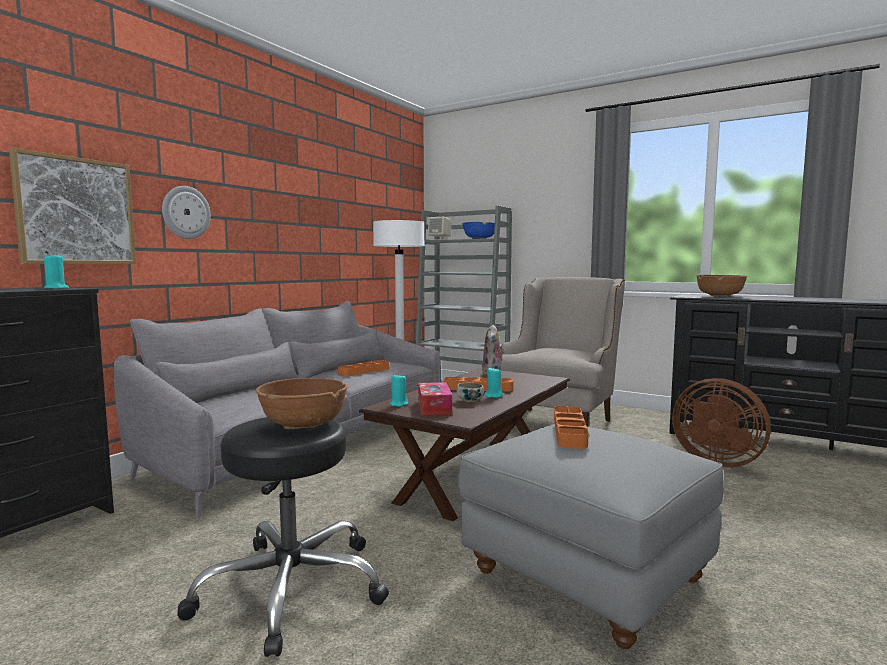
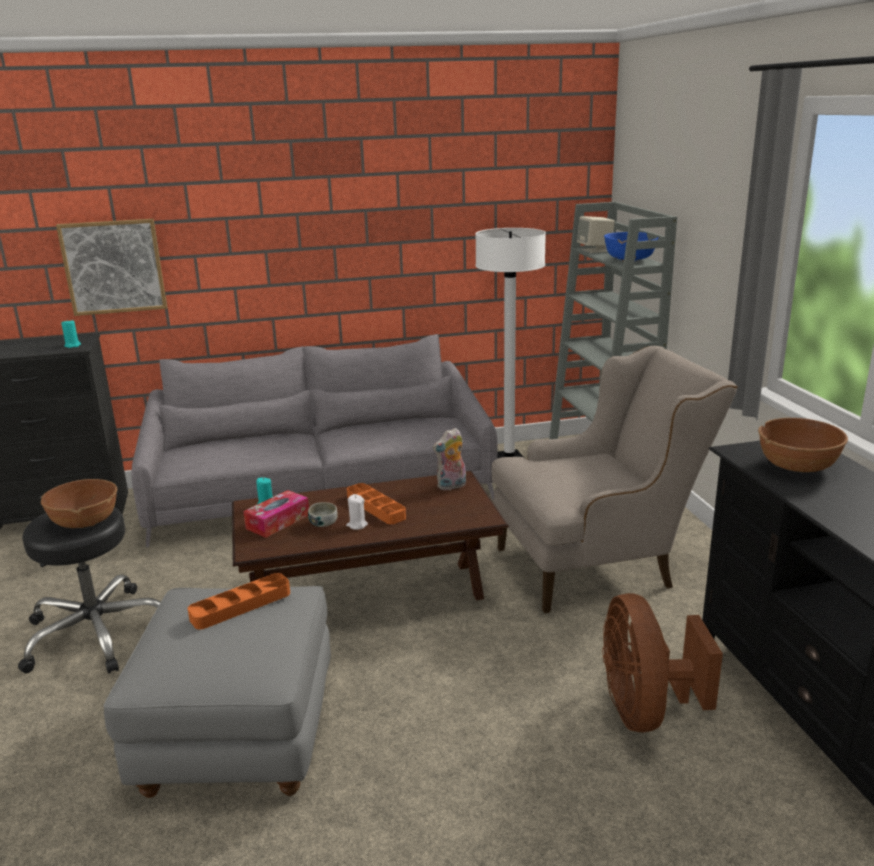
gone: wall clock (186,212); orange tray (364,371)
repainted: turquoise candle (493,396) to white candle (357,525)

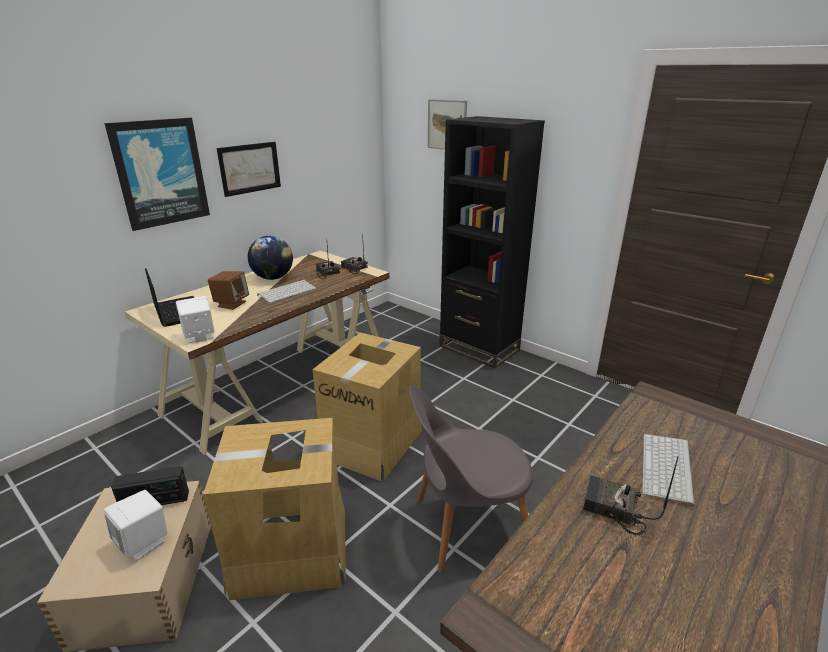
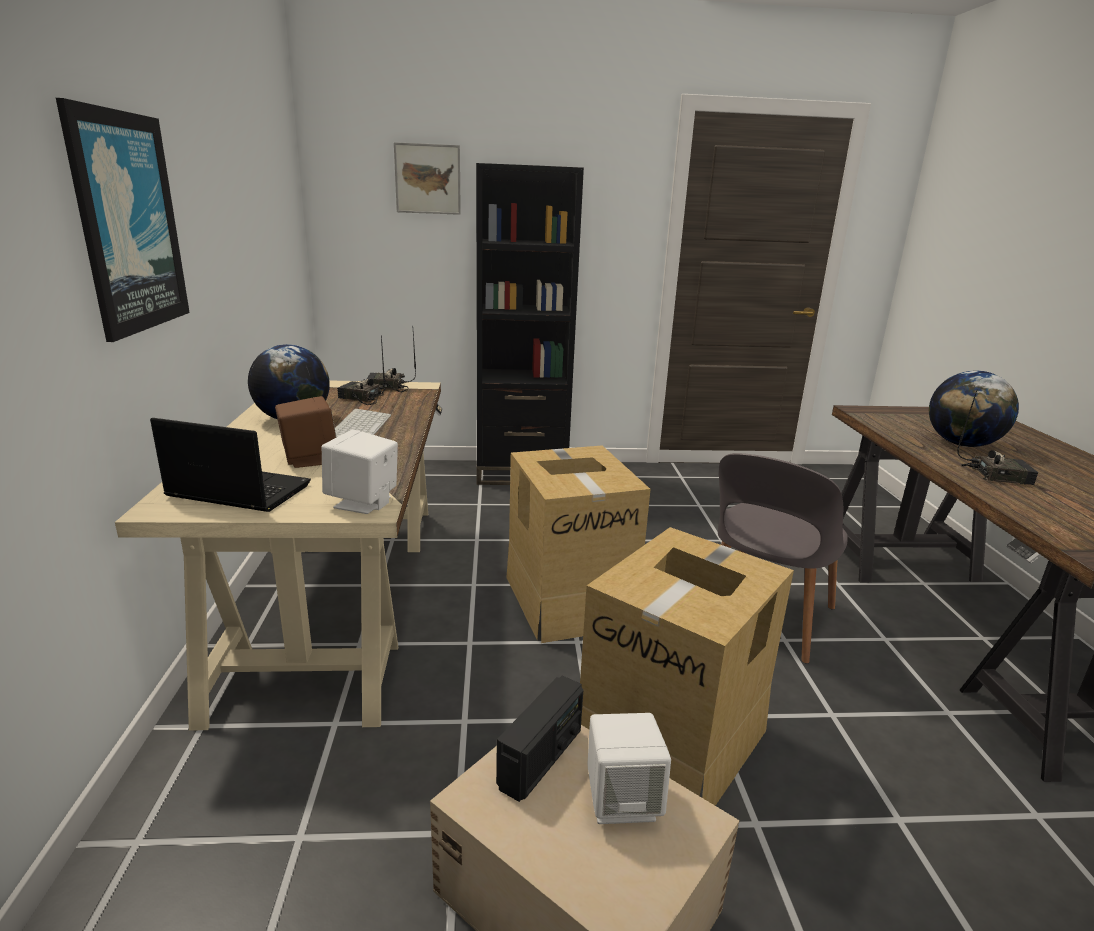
gone: picture (250,168)
swapped: keyboard (668,469) to globe (962,444)
rotated: radio (612,510) = (997,475) 150 degrees counterclockwise

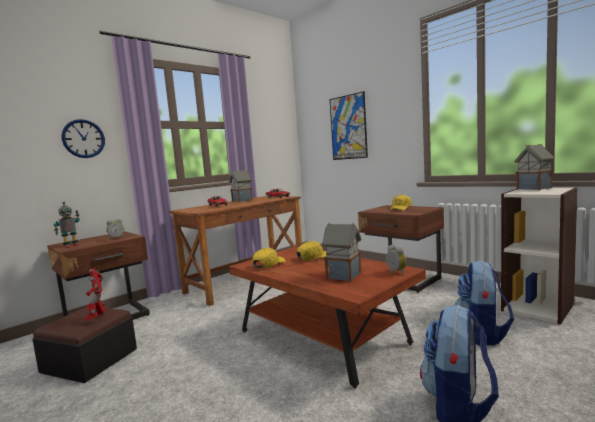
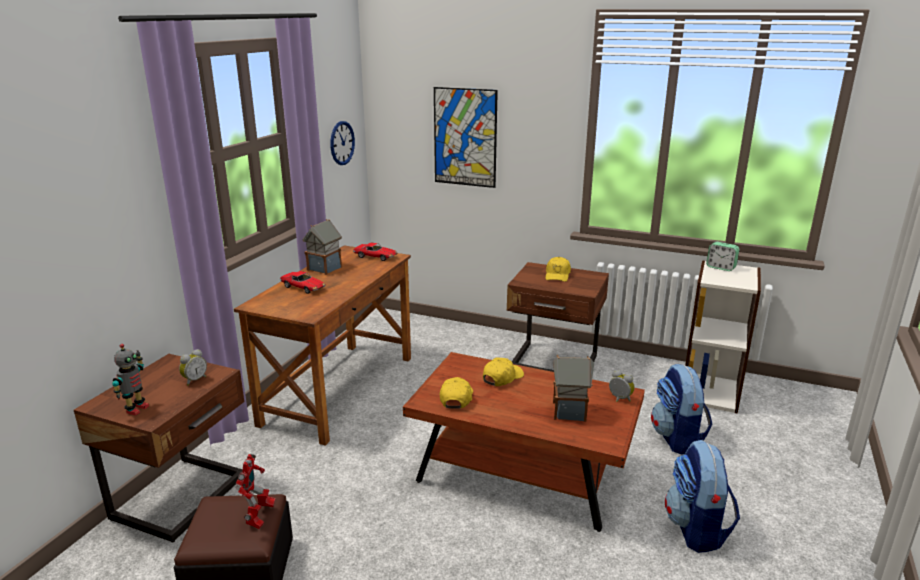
shifted: wall clock (83,138) to (342,143)
swapped: toy house (534,188) to alarm clock (720,267)
rotated: toy robot (97,318) = (259,517) 135 degrees counterclockwise

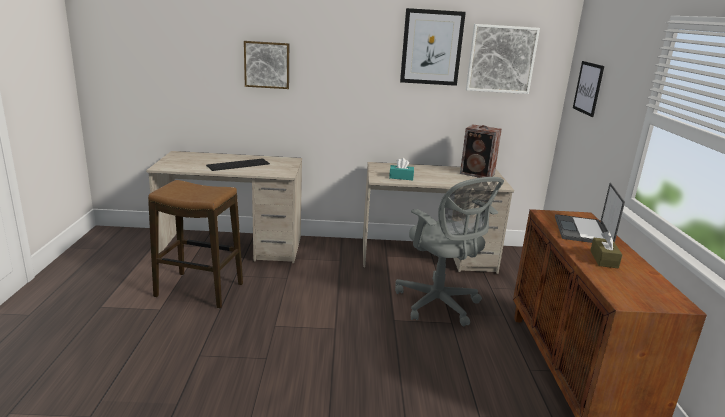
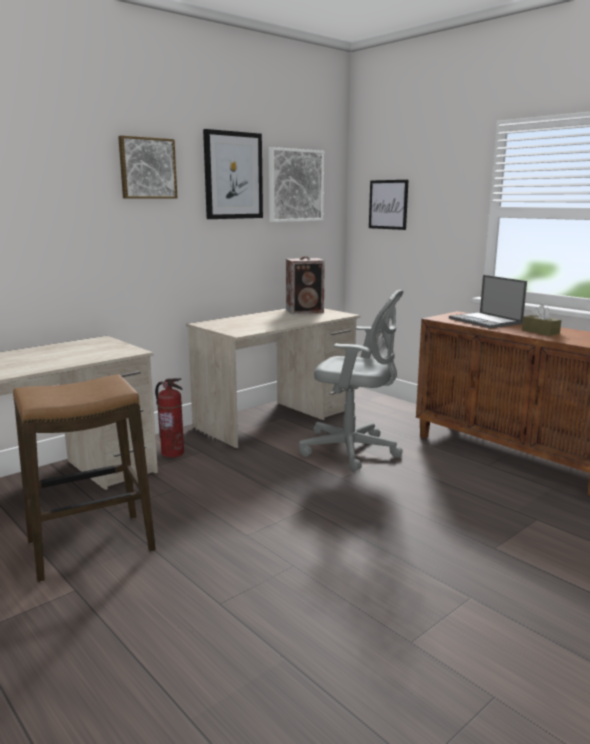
gone: keyboard (238,164); turquoise tissue box (401,177)
new: fire extinguisher (173,453)
shifted: picture (267,64) to (147,168)

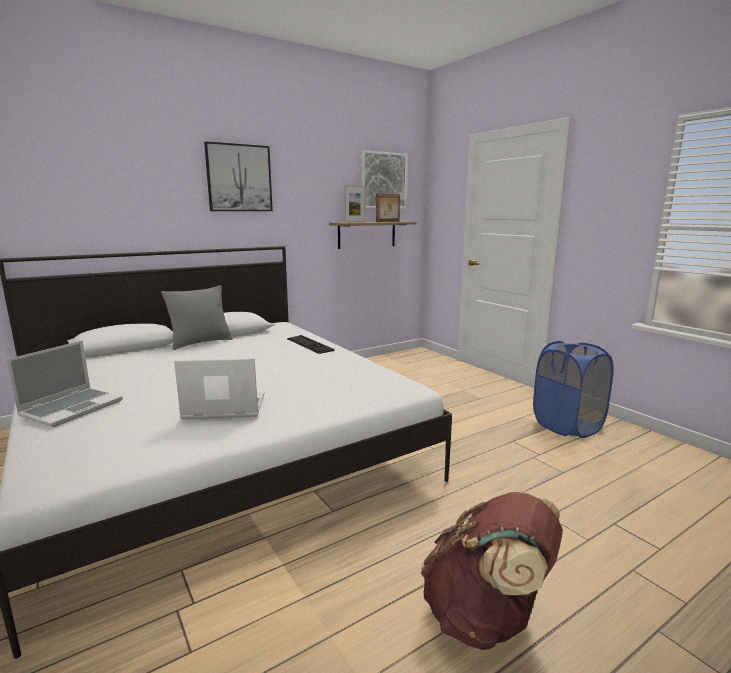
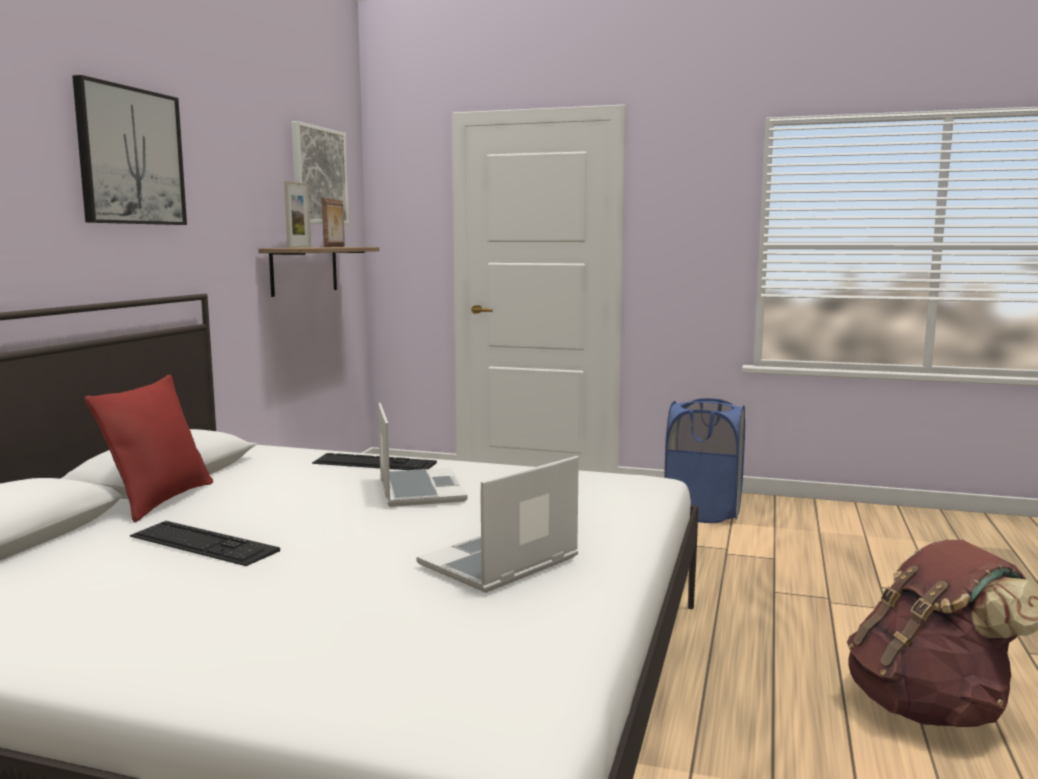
new: keyboard (203,543)
shifted: laptop (72,408) to (419,490)
repainted: grey pillow (201,343) to red pillow (160,500)

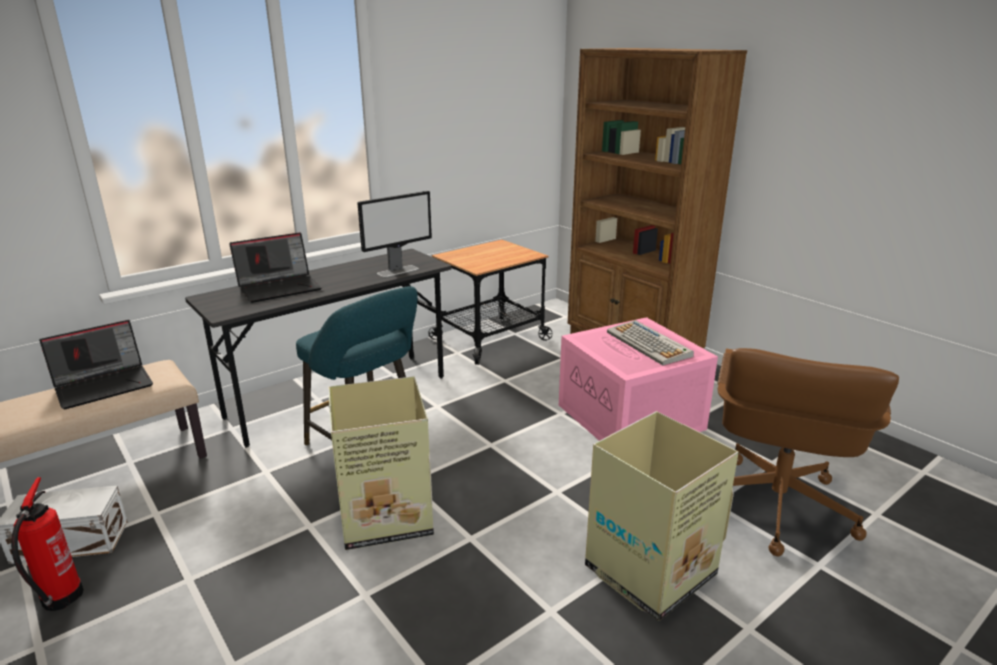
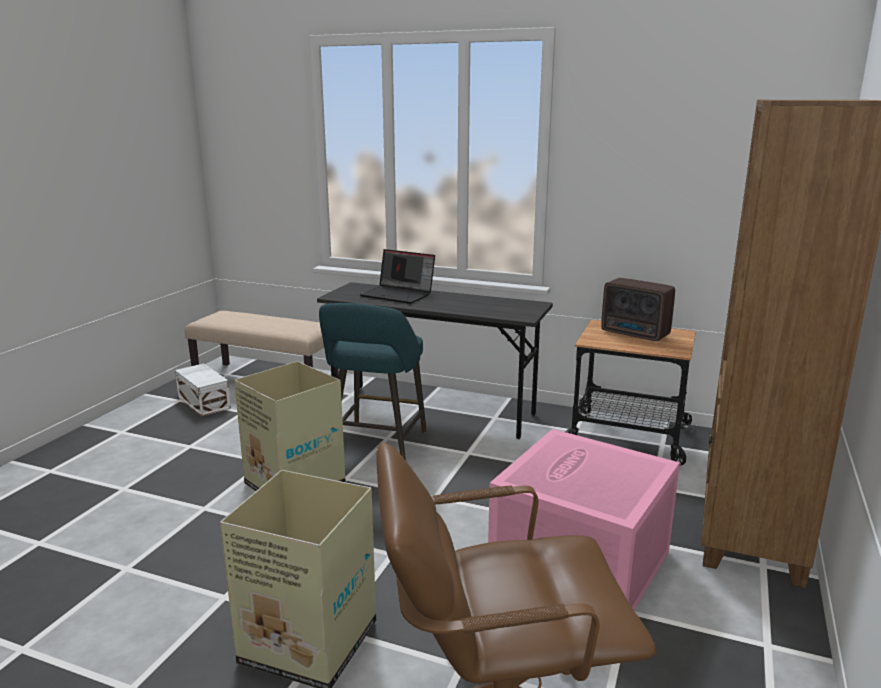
gone: fire extinguisher (60,600); laptop (105,385); monitor (398,271); keyboard (649,344)
new: radio (636,334)

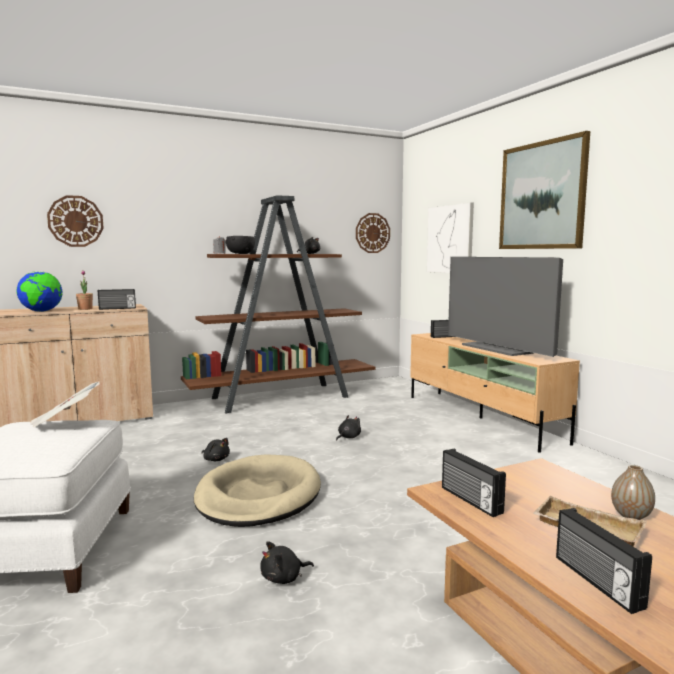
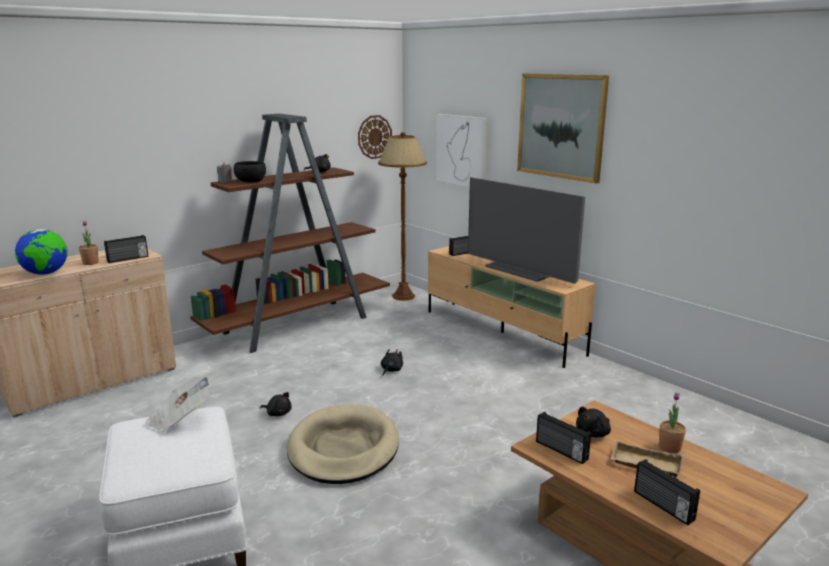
gone: wall clock (75,221)
new: brown floor lamp (403,296)
shifted: black plush toy (283,578) to (593,433)
swapped: vase (631,515) to potted plant (669,448)

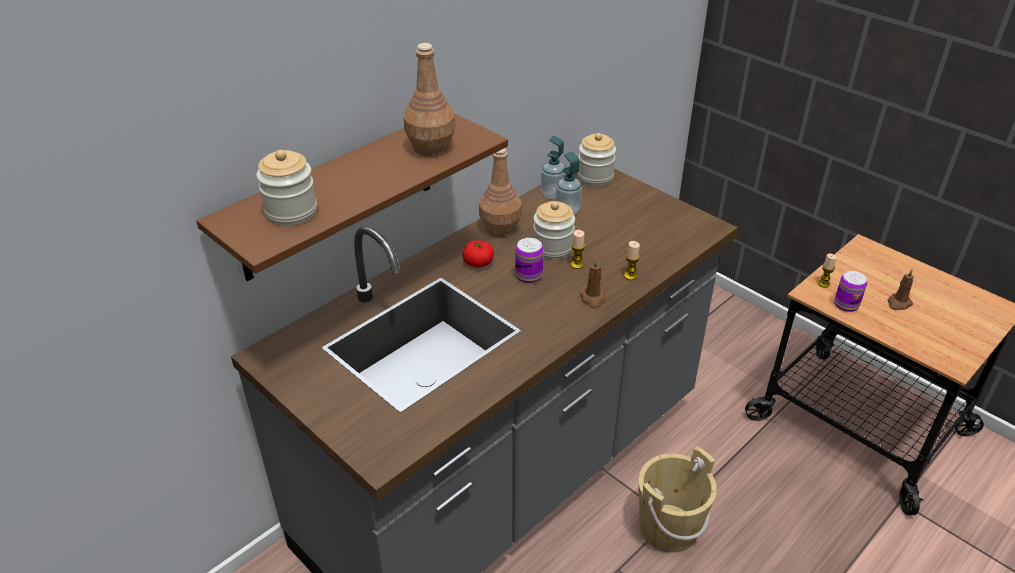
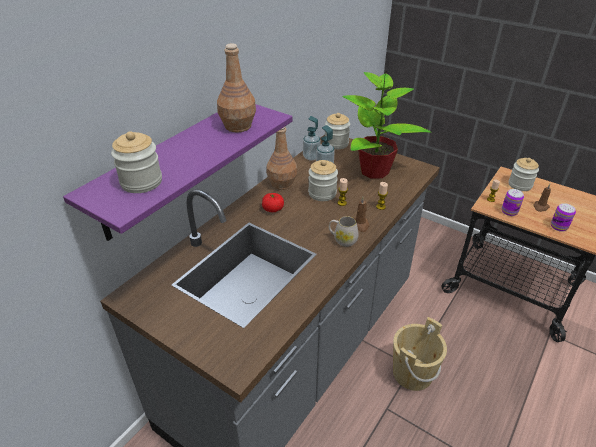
new: white mug (342,240); potted plant (374,171); jar (520,185)
shifted: can (528,276) to (558,226)
repainted: brown shelf (338,195) to purple shelf (170,168)

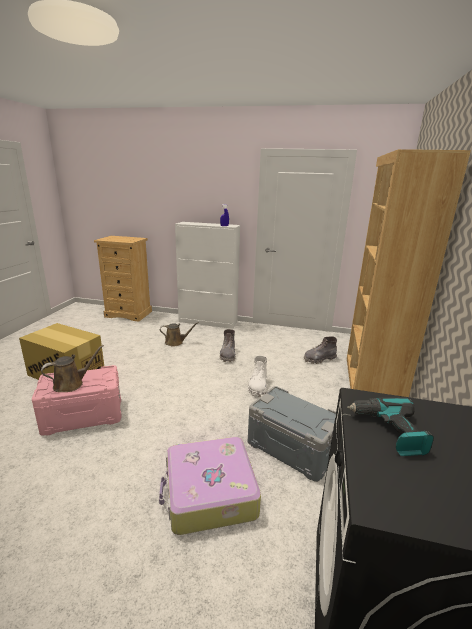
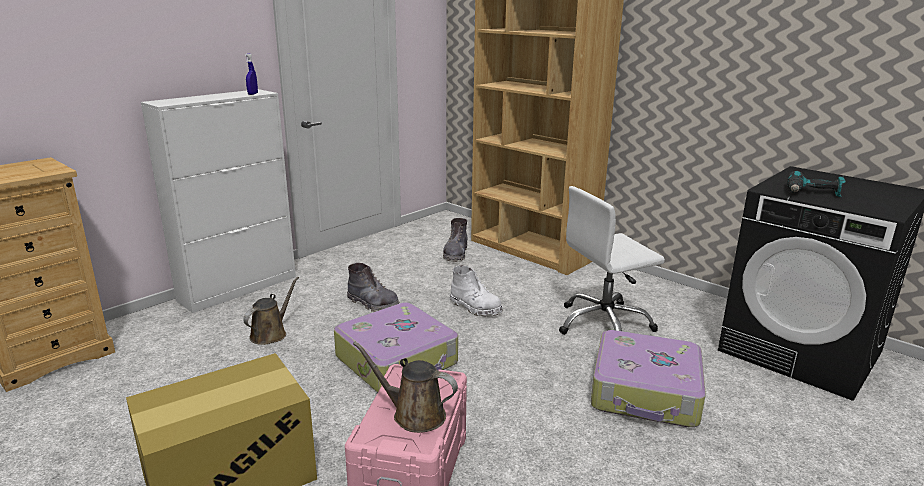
new: suitcase (398,360)
swapped: grey storage box (292,447) to white office chair (604,324)
rotated: brown watering can (71,384) = (414,414) 60 degrees counterclockwise

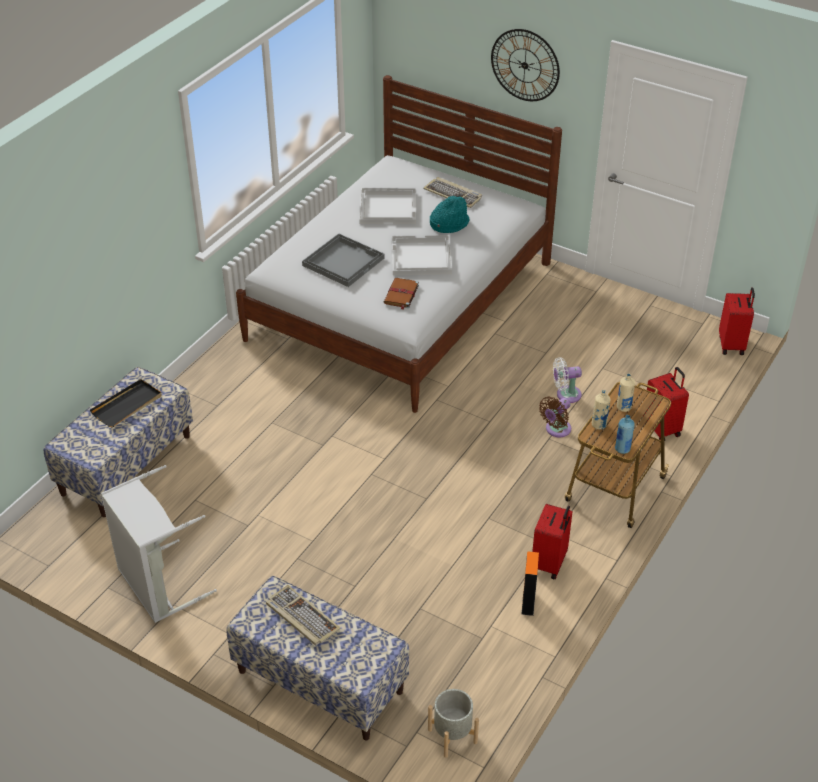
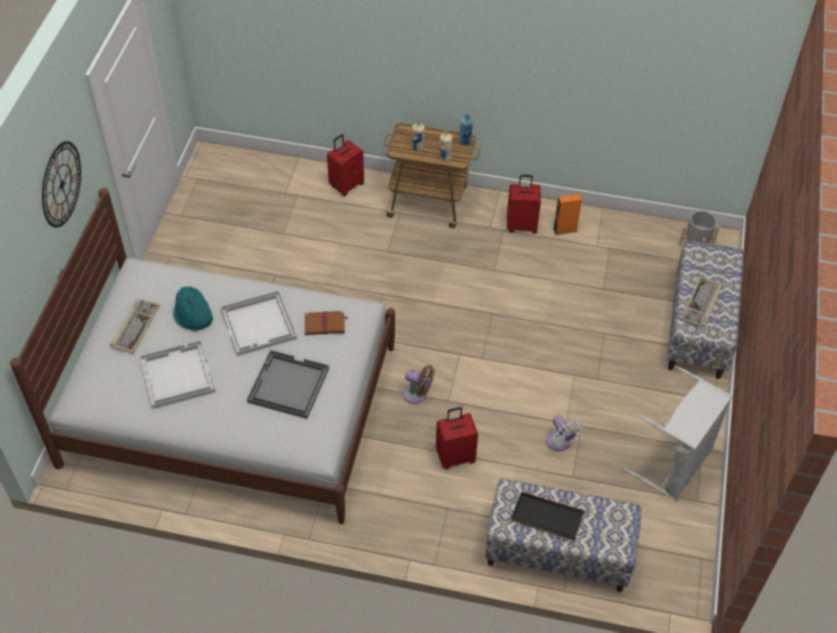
shifted: brown fan (556,430) to (417,394); red suitcase (732,345) to (455,456); white fan (566,395) to (559,443)

